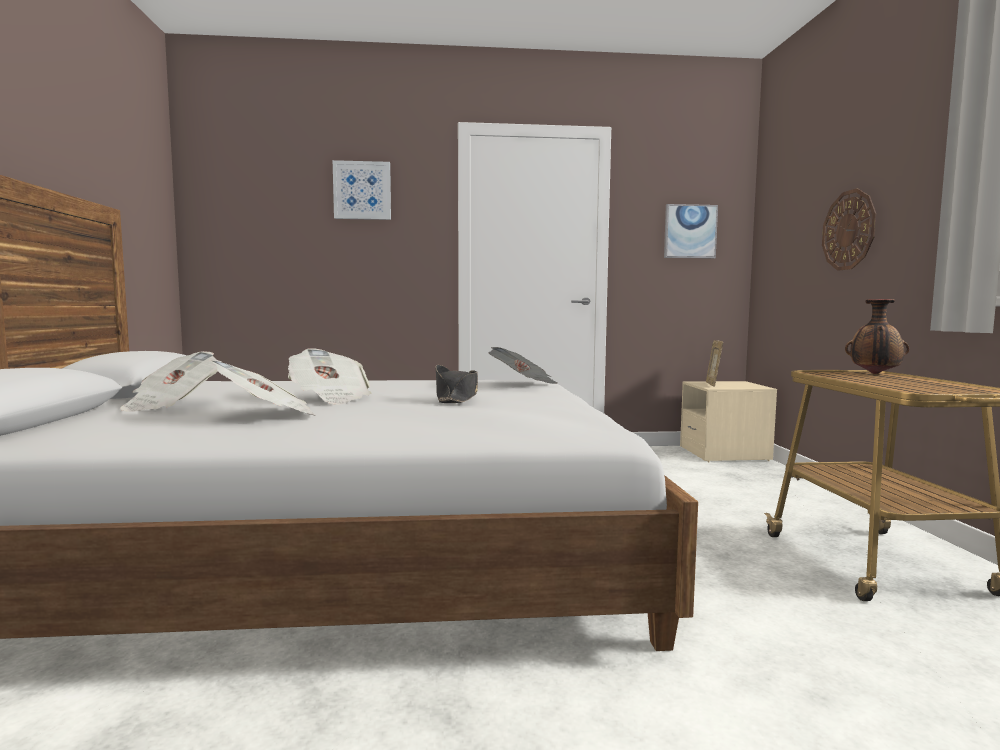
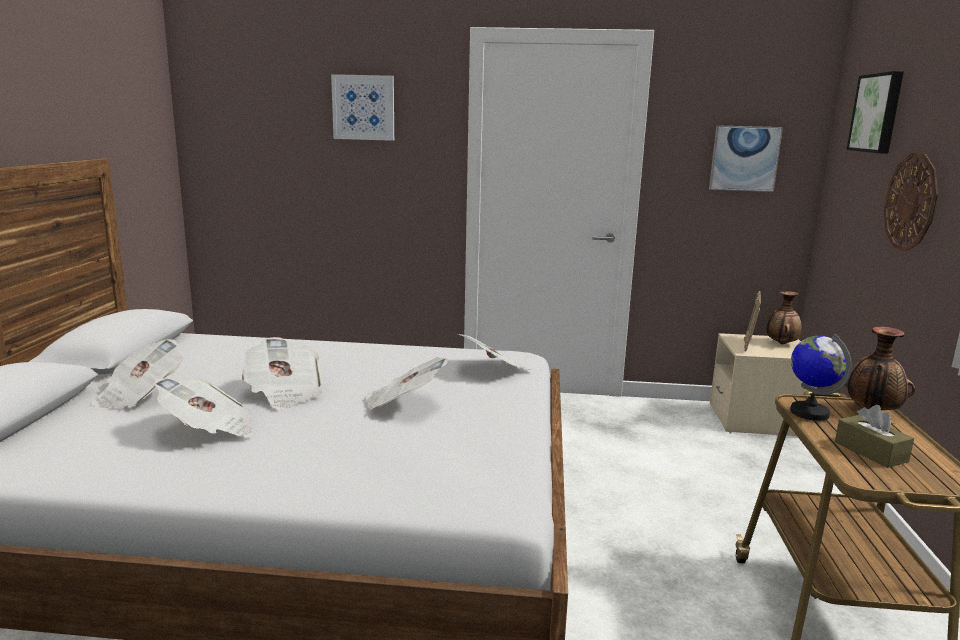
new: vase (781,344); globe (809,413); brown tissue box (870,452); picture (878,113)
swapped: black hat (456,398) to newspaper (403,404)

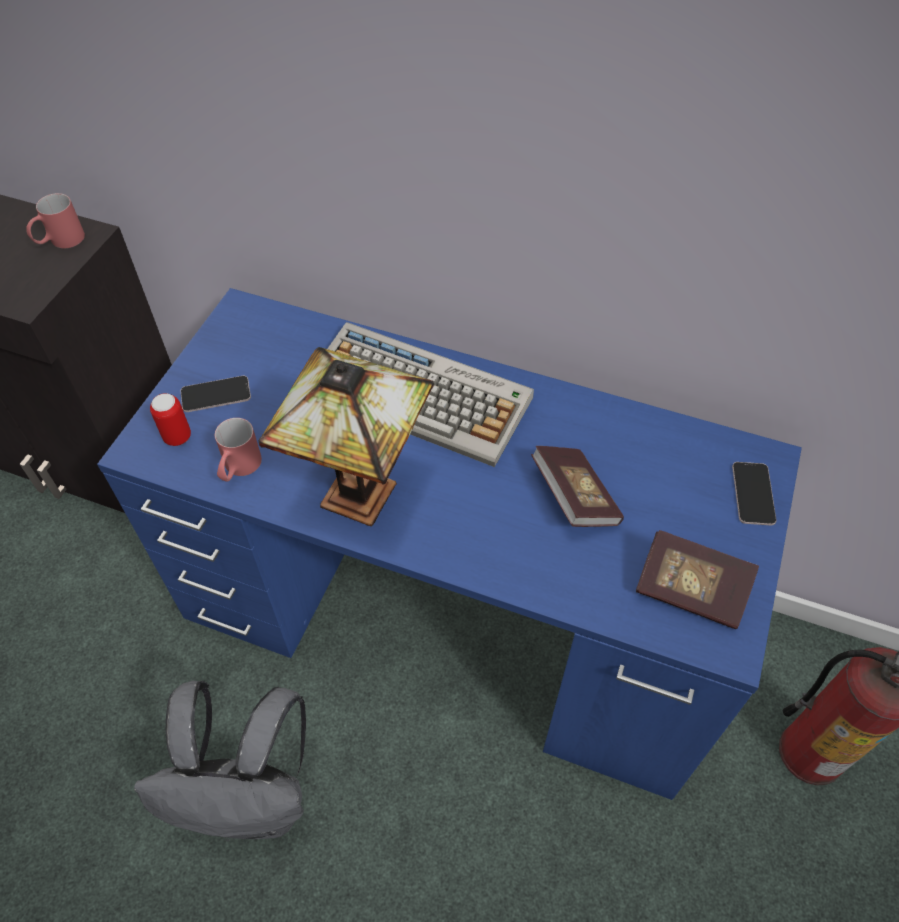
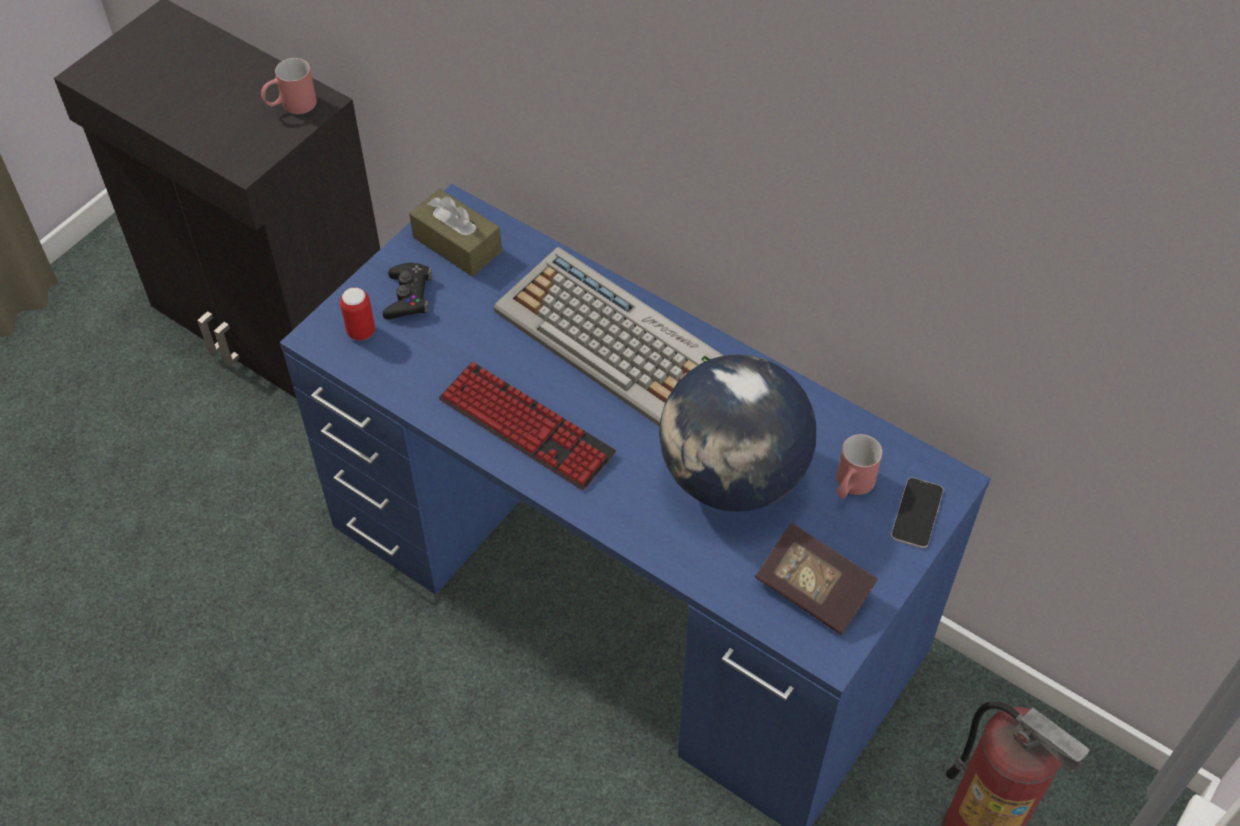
gone: grey backpack (254,800)
new: brown tissue box (457,244)
shifted: red mug (239,469) to (851,486)
swapped: phone (216,395) to black game controller (408,296); table lamp (365,494) to keyboard (526,427); book (574,498) to globe (731,477)

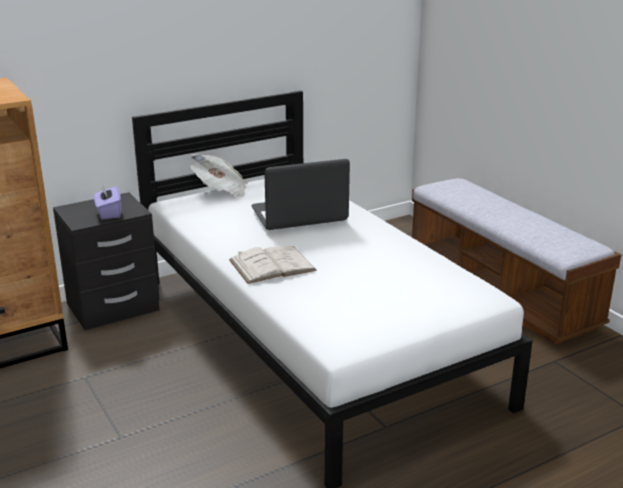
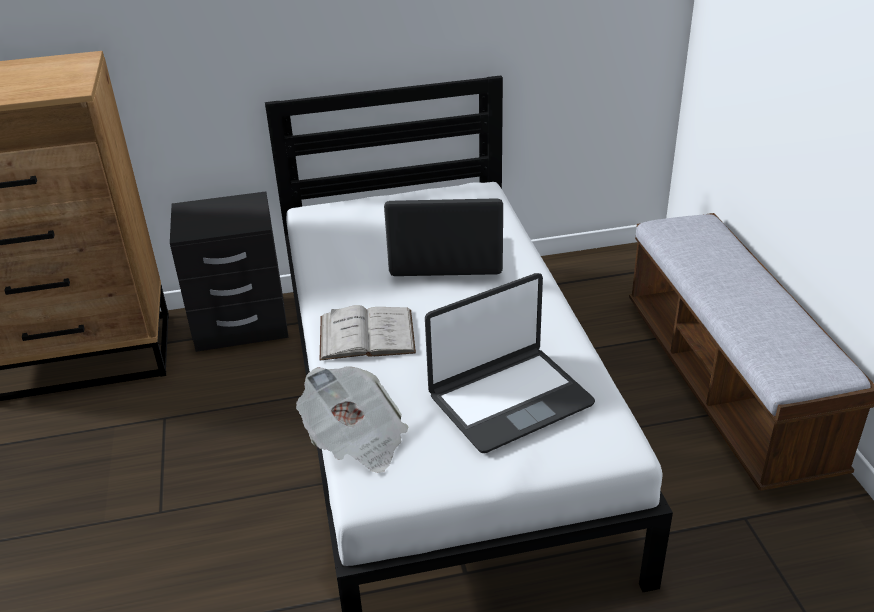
gone: purple tissue box (109,213)
new: laptop (509,399)
shifted: newspaper (220,190) to (356,439)

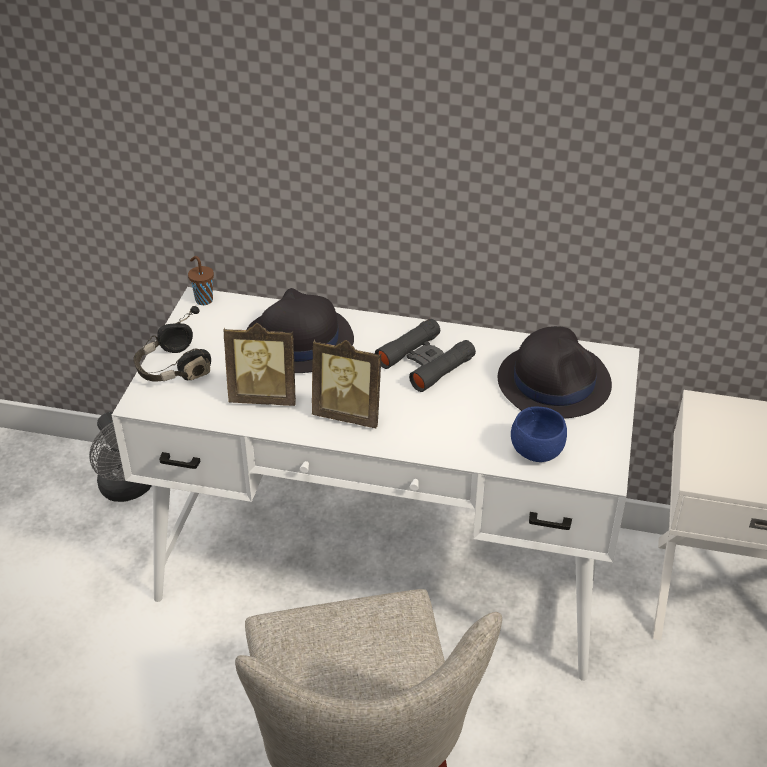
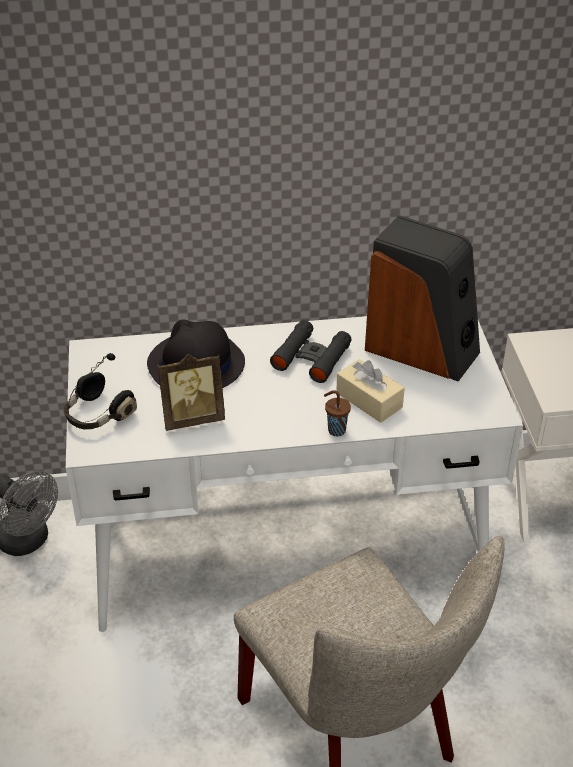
gone: picture frame (349,414); blue bowl (536,451)
new: beige tissue box (369,400)
shifted: brown cup (203,300) to (335,430)
swapped: black hat (554,382) to speaker (422,349)

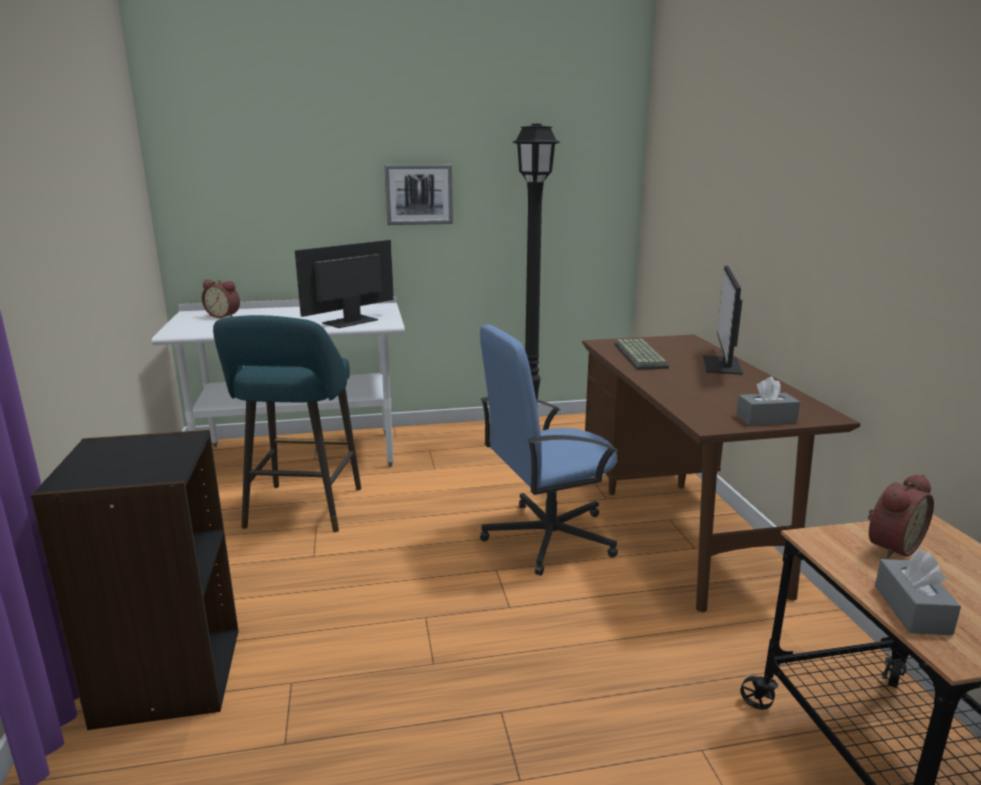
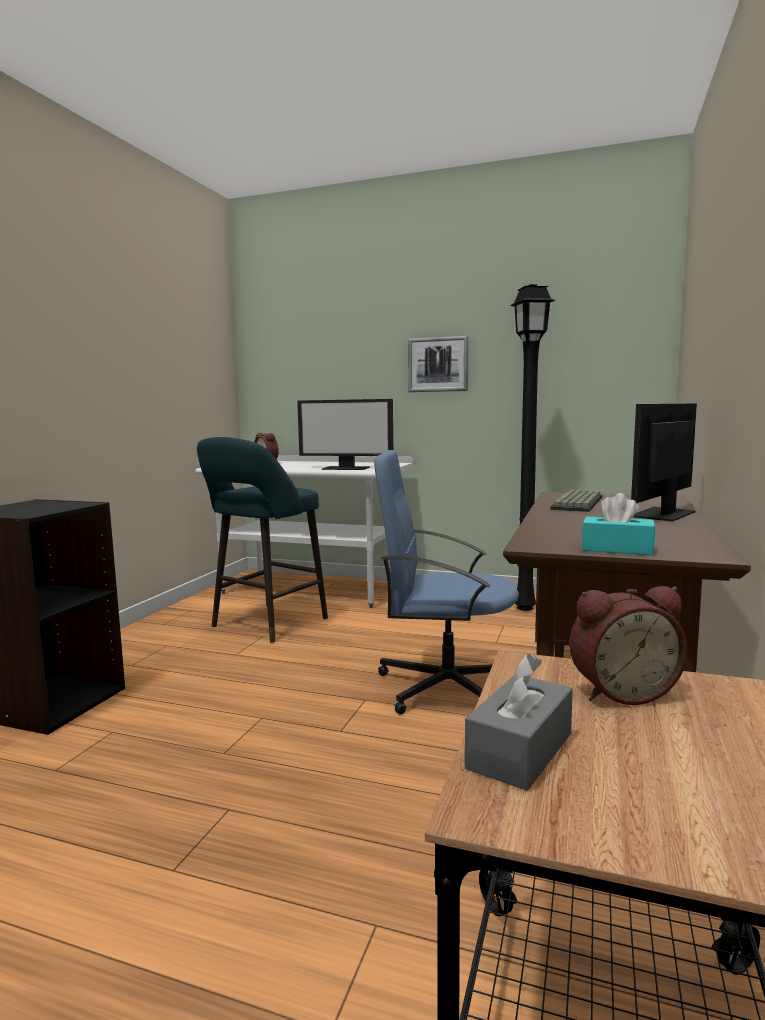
repainted: grey tissue box (766,419) to turquoise tissue box (617,549)
rotated: monitor (350,322) = (346,468) 150 degrees counterclockwise

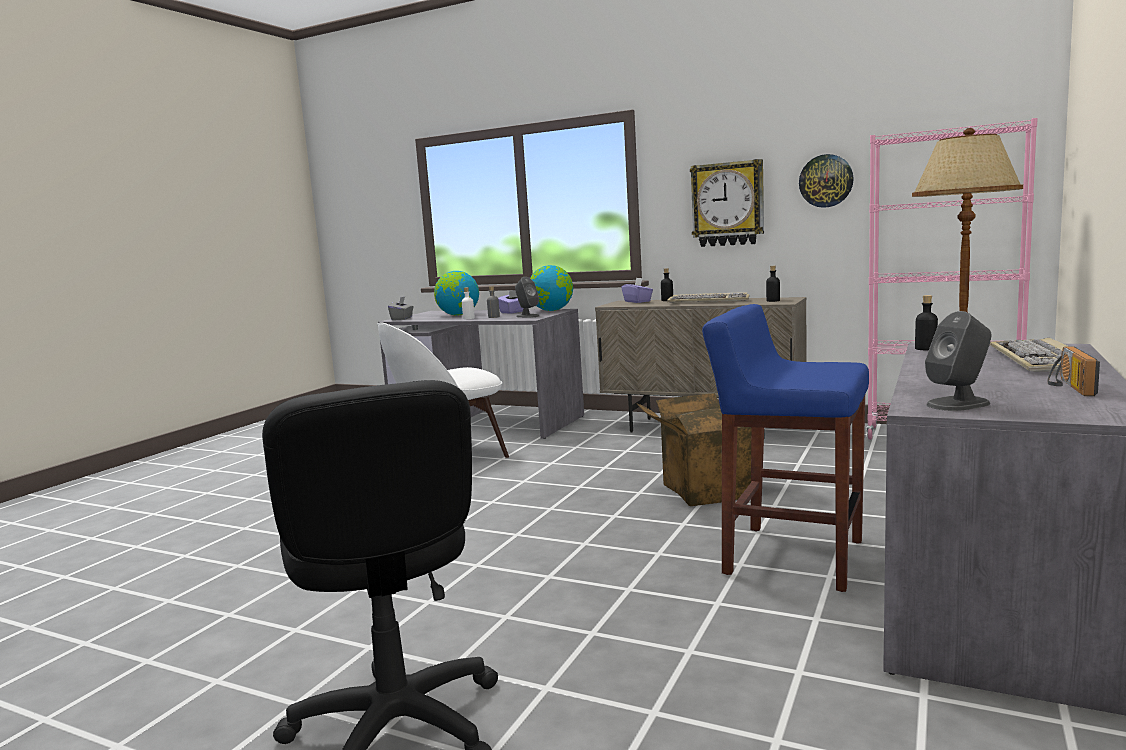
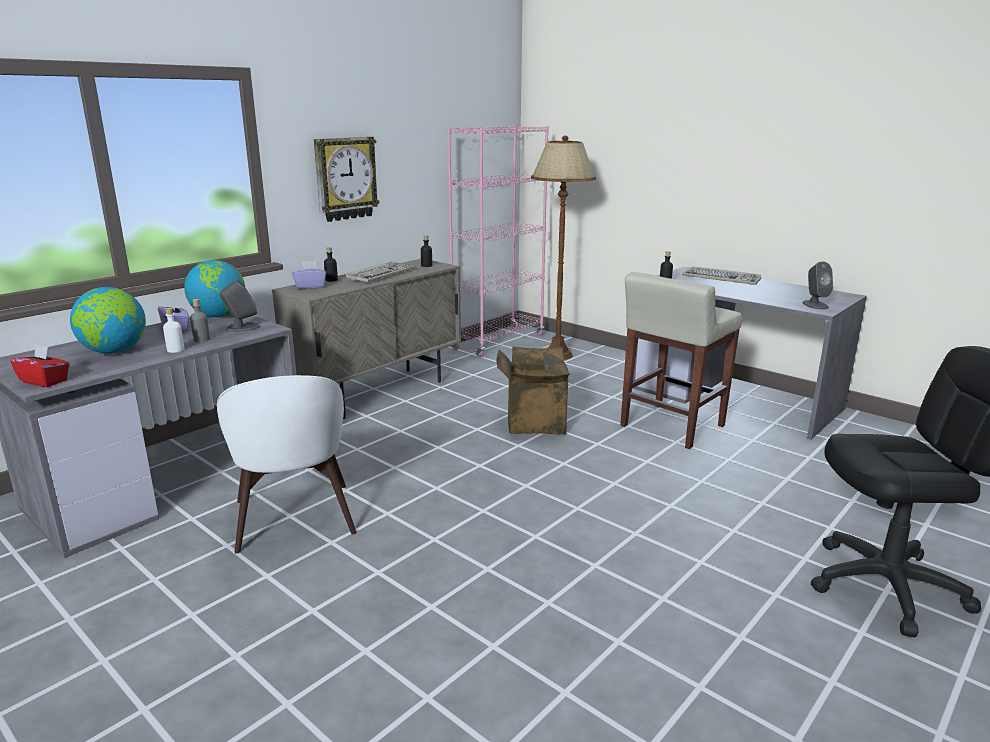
gone: wall clock (826,181); radio (1068,387)
repainted: grey tissue box (402,318) to red tissue box (45,381); blue stool (791,557) to beige stool (671,426)

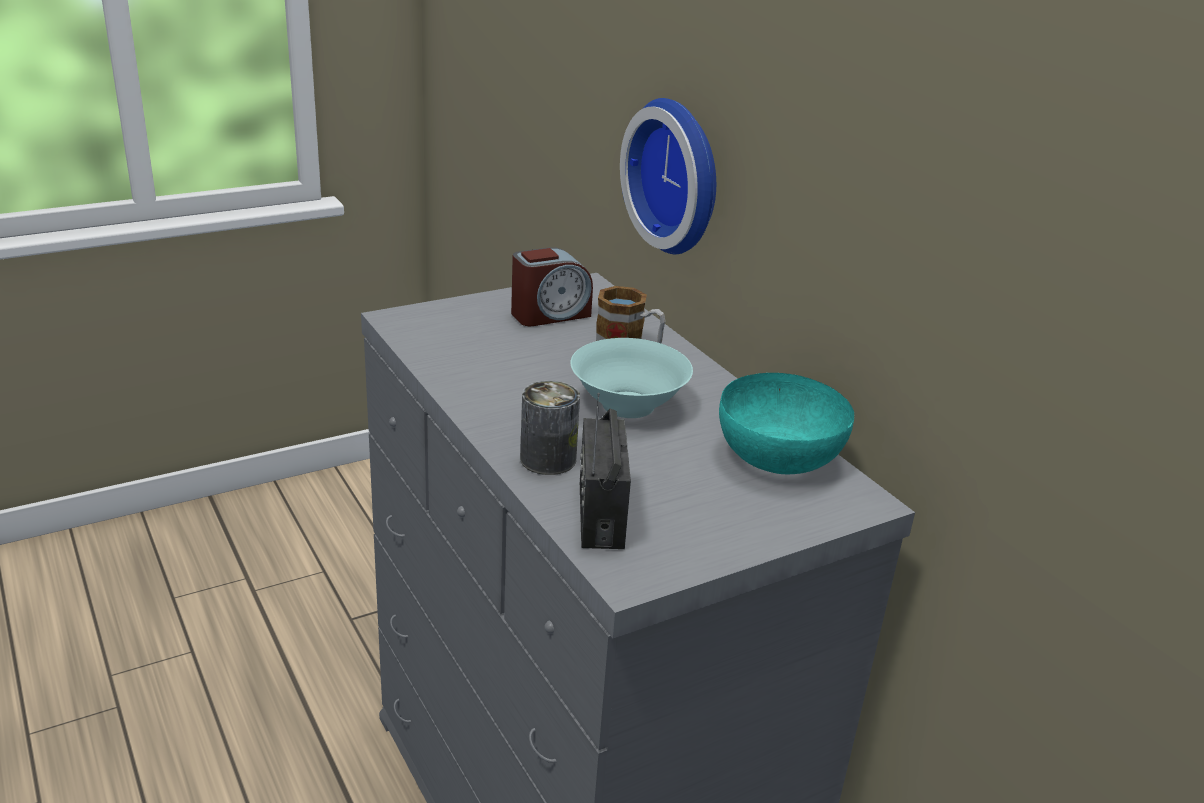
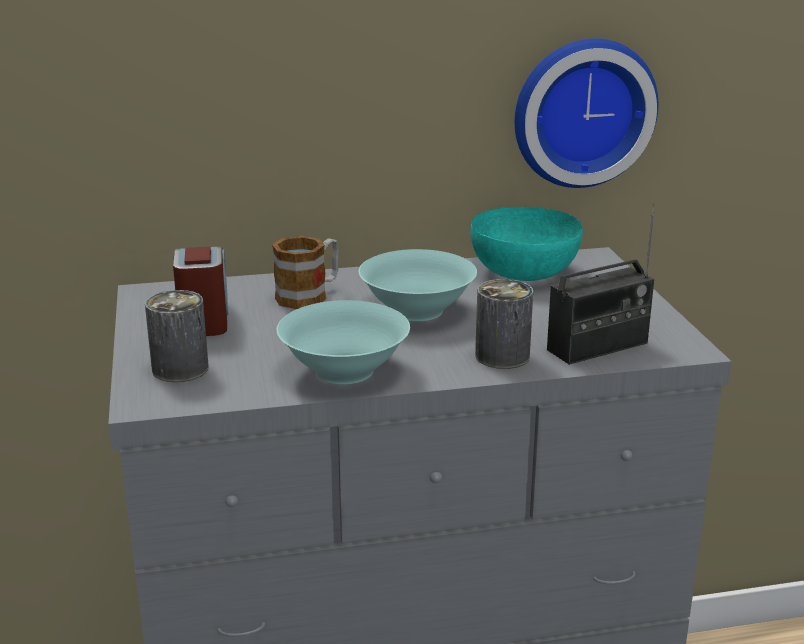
new: can (180,369); turquoise bowl (343,371)
shifted: wall clock (679,175) to (581,111)
rotated: radio (600,514) = (597,347) 45 degrees counterclockwise

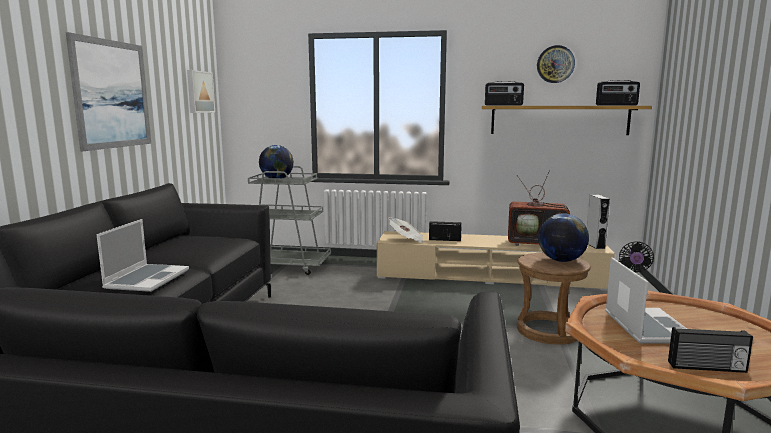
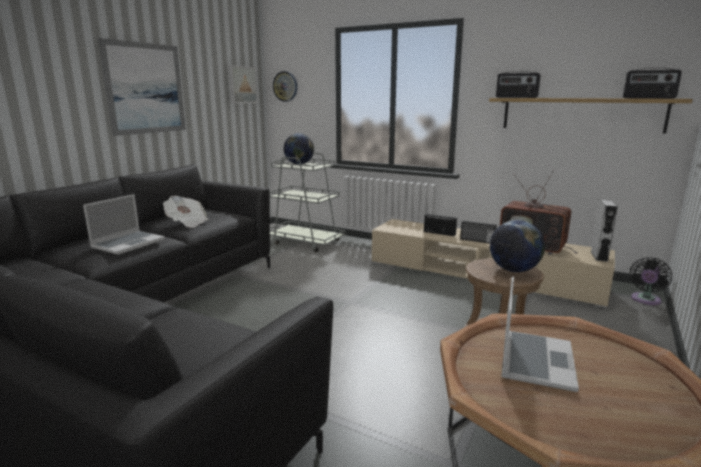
shifted: newspaper (406,240) to (187,222); wall clock (555,64) to (285,86); radio (707,368) to (477,241)

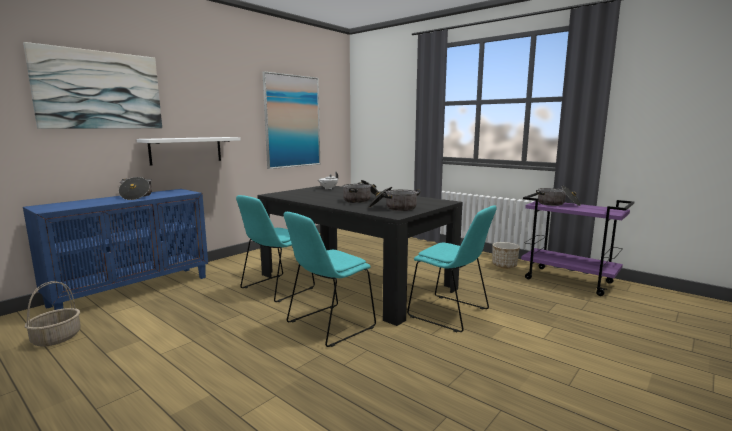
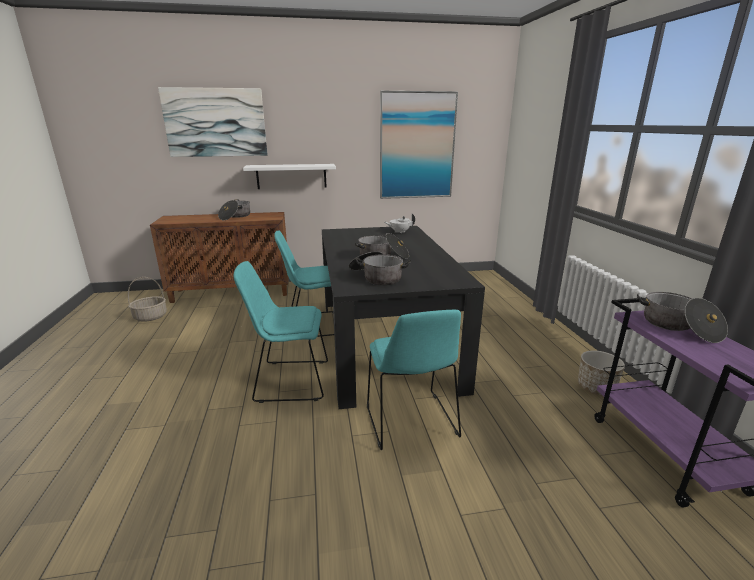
repainted: blue cabinet (133,290) to brown cabinet (233,292)

